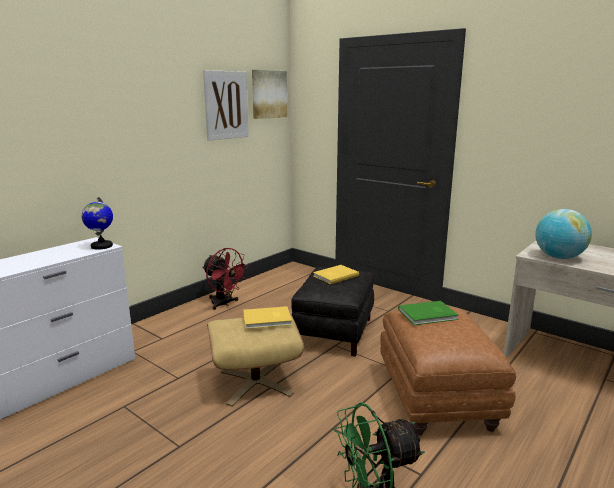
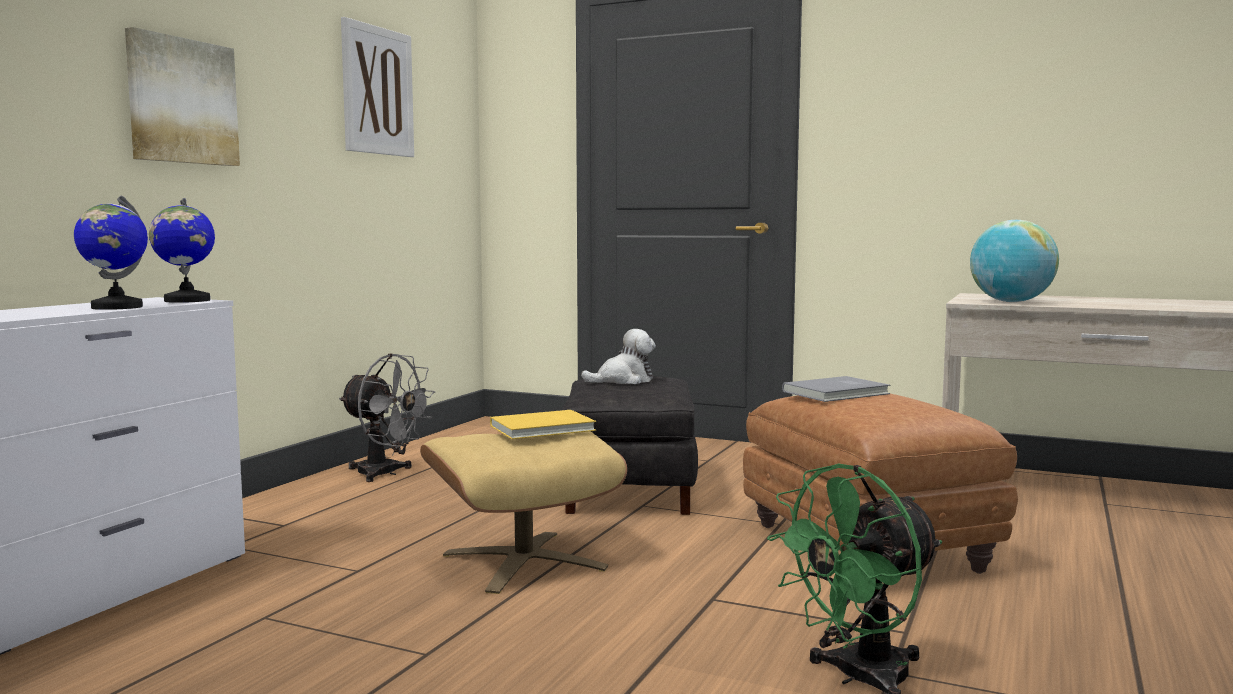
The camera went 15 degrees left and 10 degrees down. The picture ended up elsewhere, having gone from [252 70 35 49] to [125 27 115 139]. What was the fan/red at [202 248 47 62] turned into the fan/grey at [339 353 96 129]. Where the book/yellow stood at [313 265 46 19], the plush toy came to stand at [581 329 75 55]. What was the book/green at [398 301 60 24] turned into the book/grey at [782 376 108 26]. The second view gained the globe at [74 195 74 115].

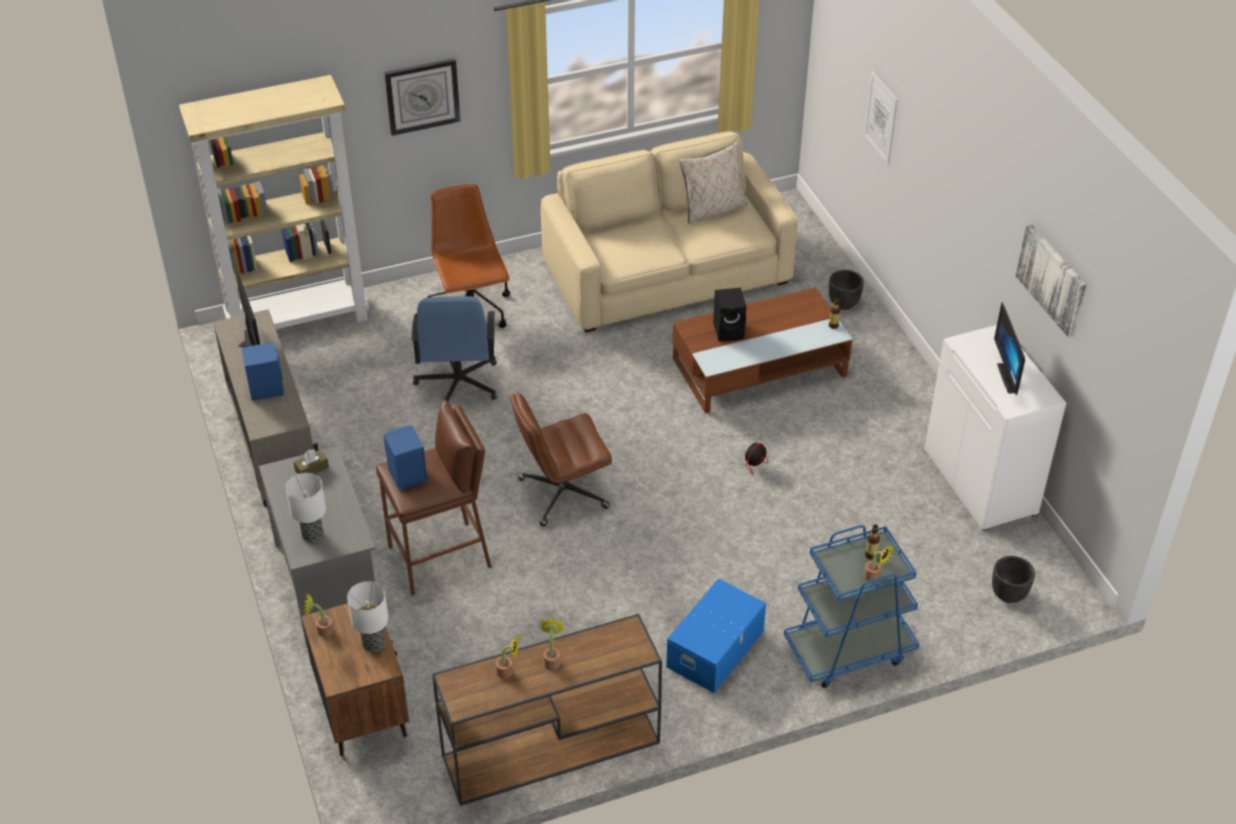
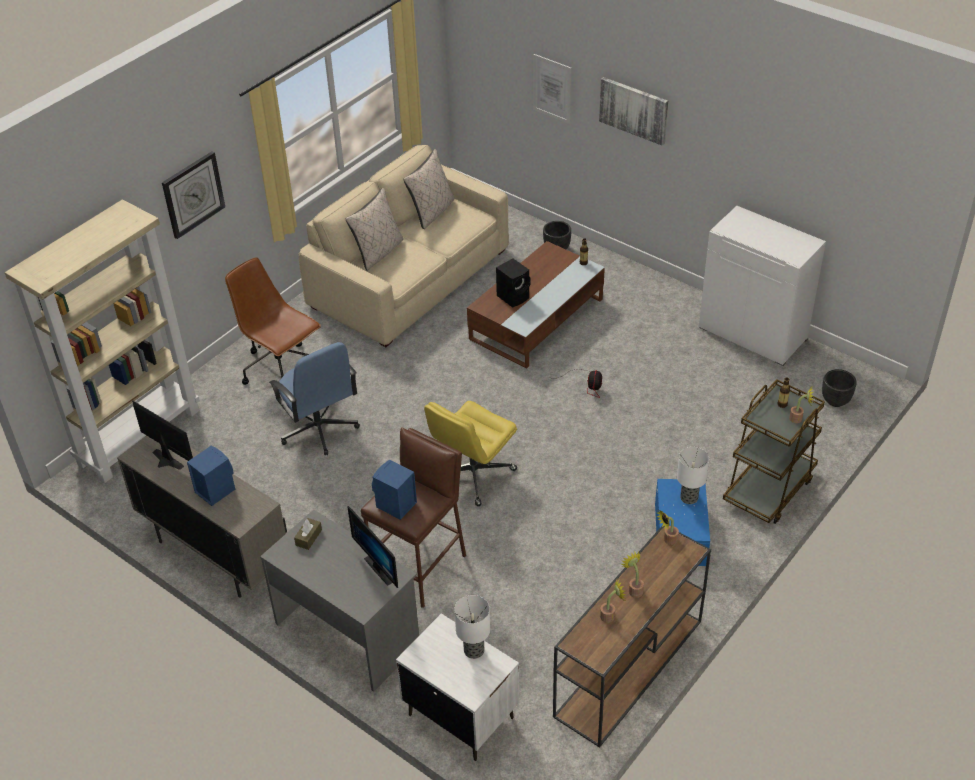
The camera went 30 degrees left and 0 degrees up. The picture ended up elsewhere, having gone from [1016 224 70 114] to [599 77 69 69]. The monitor ended up elsewhere, having gone from [994 302 31 93] to [347 506 51 82]. What was the office chair/brown at [510 393 102 133] turned into the office chair/yellow at [424 401 93 105]. The table lamp ended up elsewhere, having gone from [286 473 40 69] to [677 447 32 57]. What was the cart/blue at [784 525 135 163] turned into the cart/brown at [723 379 102 145]. The potted plant ended up elsewhere, having gone from [303 591 30 46] to [657 510 22 35]. What was the nightstand/brown at [301 603 108 153] turned into the nightstand/white at [396 613 124 148]. The second view gained the pillow/beige at [346 188 57 83].

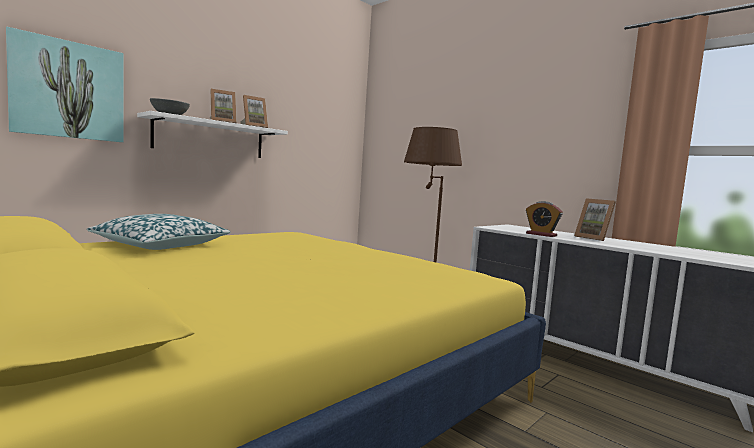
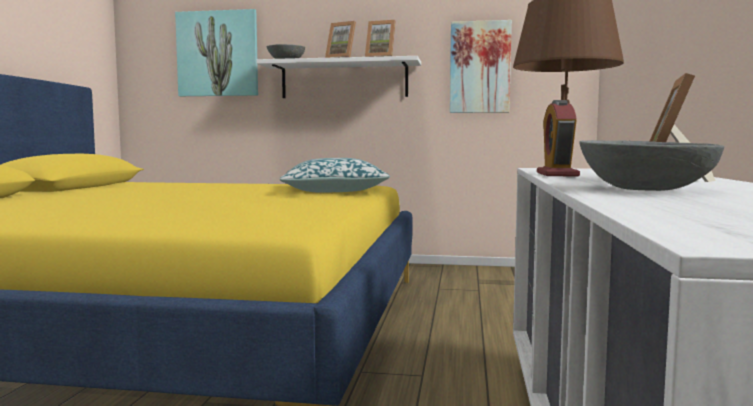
The camera went 55 degrees right and 0 degrees up. The pillow ended up elsewhere, having gone from [86 214 145 36] to [280 158 110 35]. The second view gained the picture at [450 20 62 93]. The second view gained the bowl/grey at [579 140 145 51].

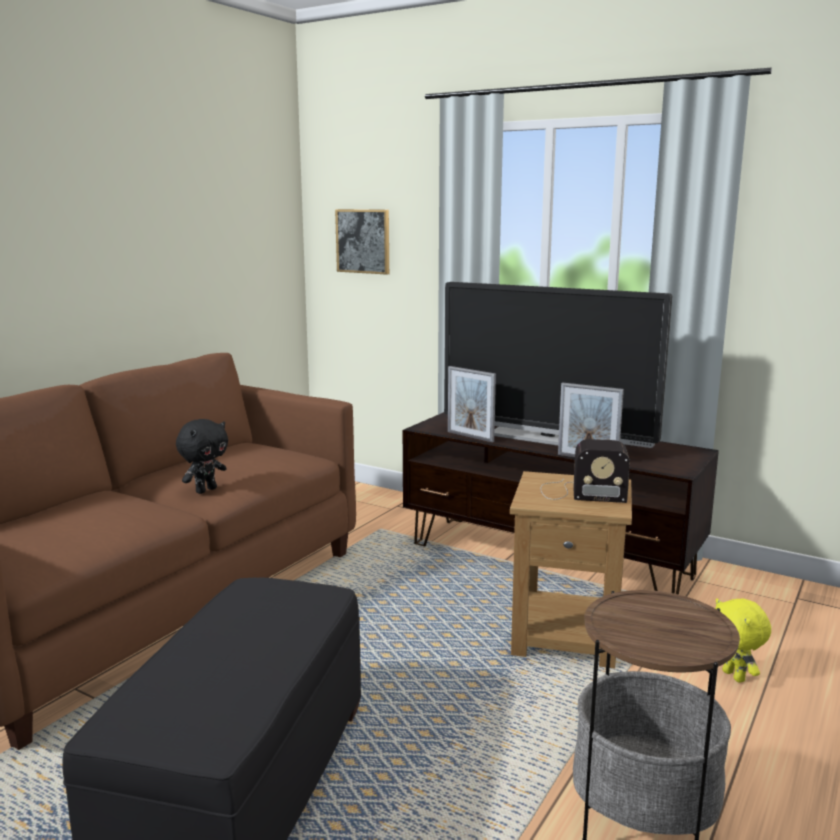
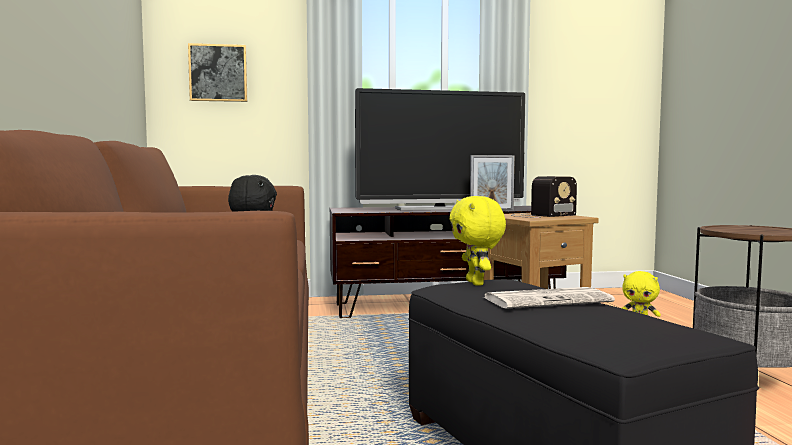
The camera went 40 degrees left and 10 degrees down. The second view lost the picture frame at [448 366 48 76]. The second view gained the plush toy/yellow at [449 196 57 90]. The second view gained the newspaper at [484 287 131 22].

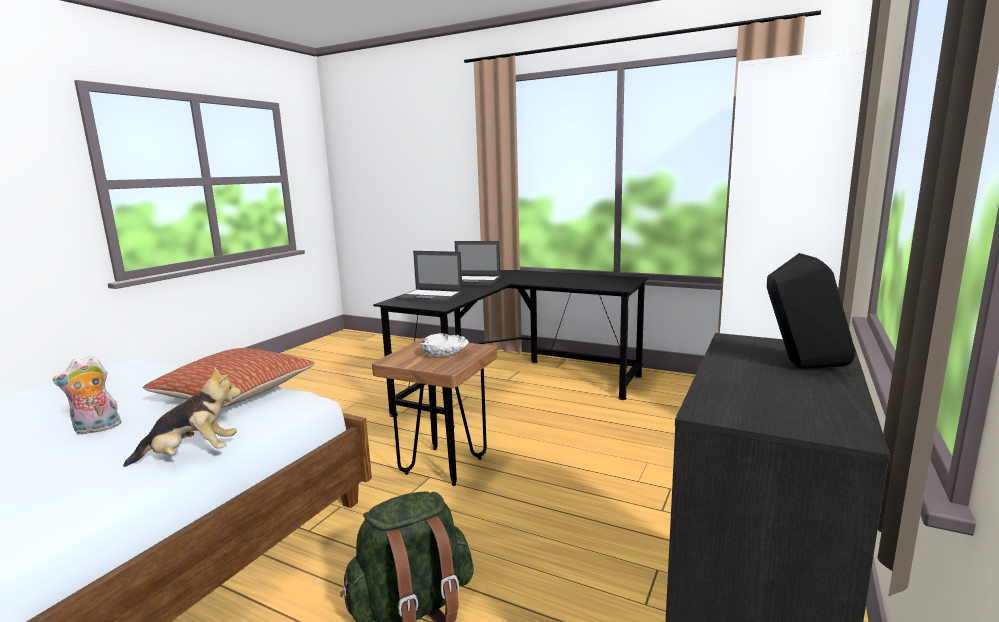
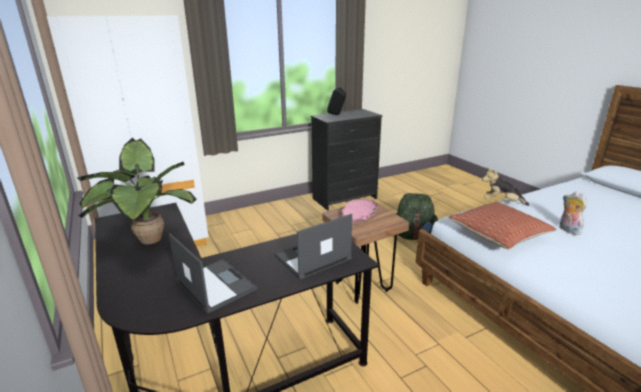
The camera went 145 degrees left and 10 degrees up. The laptop at [396 251 67 52] ended up facing another way, 90 degrees counterclockwise from before. What was the bowl/white at [420 333 49 24] turned into the bowl/pink at [342 199 35 24]. The plush toy at [53 356 68 79] ended up facing another way, 120 degrees counterclockwise from before. The second view gained the potted plant at [77 138 120 106].

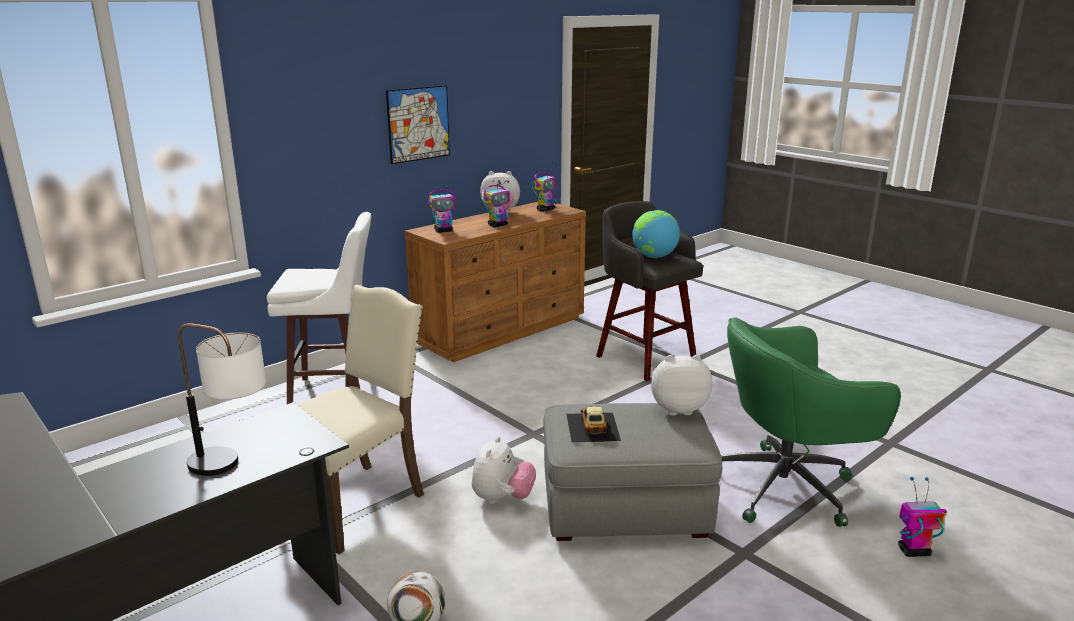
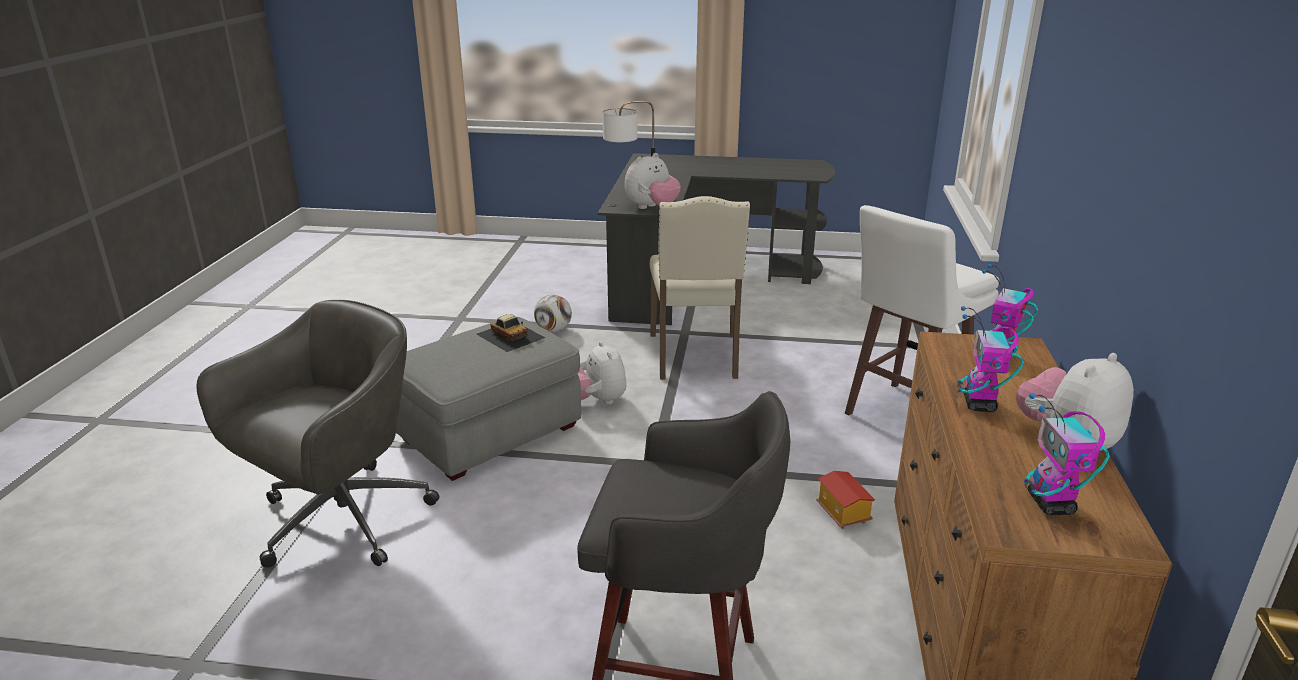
The camera went 140 degrees right and 5 degrees up. The second view lost the picture at [386 85 64 79]. The second view lost the globe at [632 210 48 48]. What was the office chair/green at [721 317 180 210] turned into the office chair/grey at [197 300 242 268]. The plush toy ended up elsewhere, having gone from [651 355 61 61] to [625 153 56 56]. The second view lost the toy robot at [898 477 49 80]. The second view gained the toy house at [816 471 59 58].

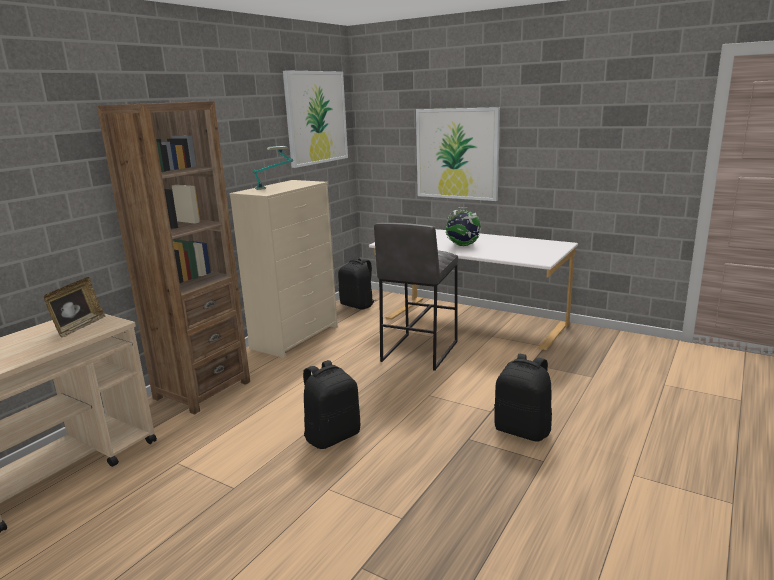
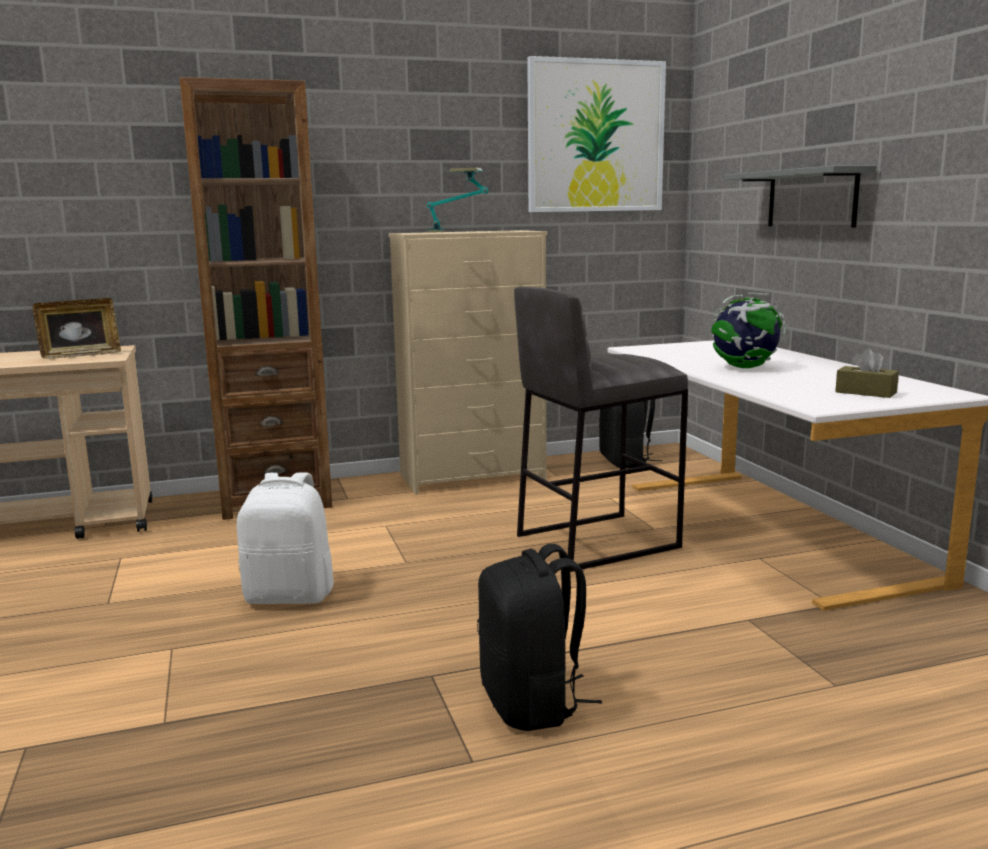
The camera went 40 degrees right and 5 degrees down. Where the picture hung at [416 107 84 94], the shelf/grey came to hang at [724 165 153 62]. What was the backpack/black at [303 360 57 89] turned into the backpack/white at [237 473 97 131]. The second view gained the tissue box/brown at [835 349 64 49].

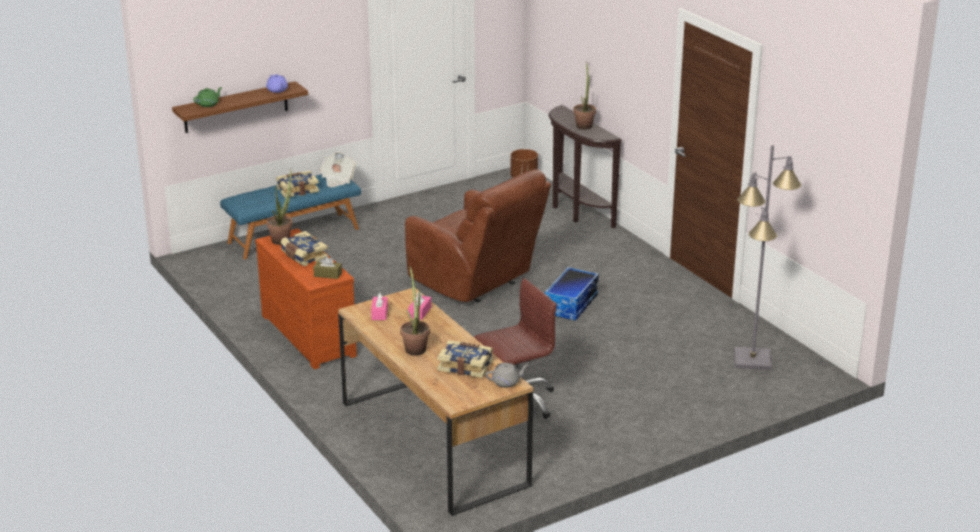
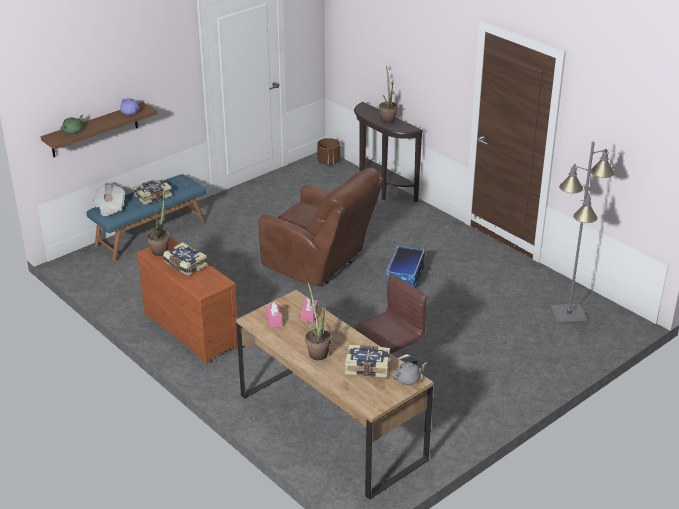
The camera went 10 degrees left and 5 degrees up. The newspaper ended up elsewhere, having gone from [320 152 36 35] to [93 183 32 33]. The second view lost the tissue box/brown at [313 256 29 23].

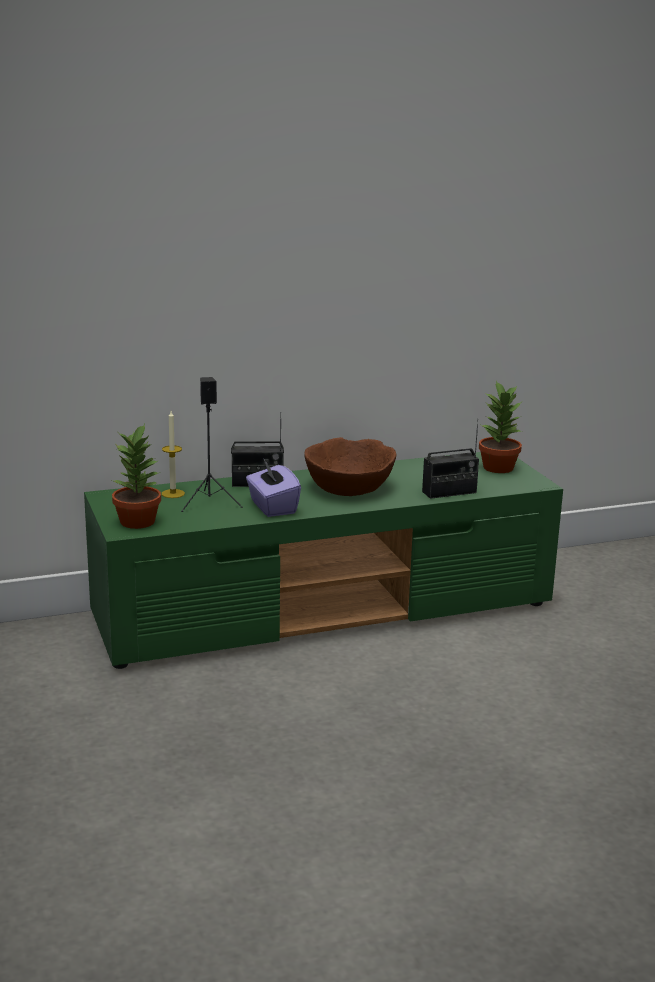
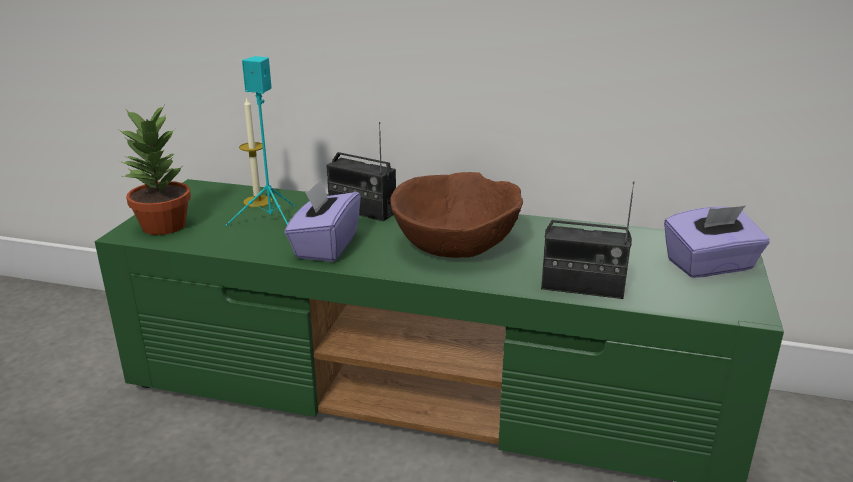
The camera went 35 degrees right and 5 degrees up. What was the speaker/black at [181 377 62 135] turned into the speaker/turquoise at [226 56 69 170]. Where the potted plant stood at [479 381 44 92], the tissue box/purple came to stand at [664 206 106 72].

